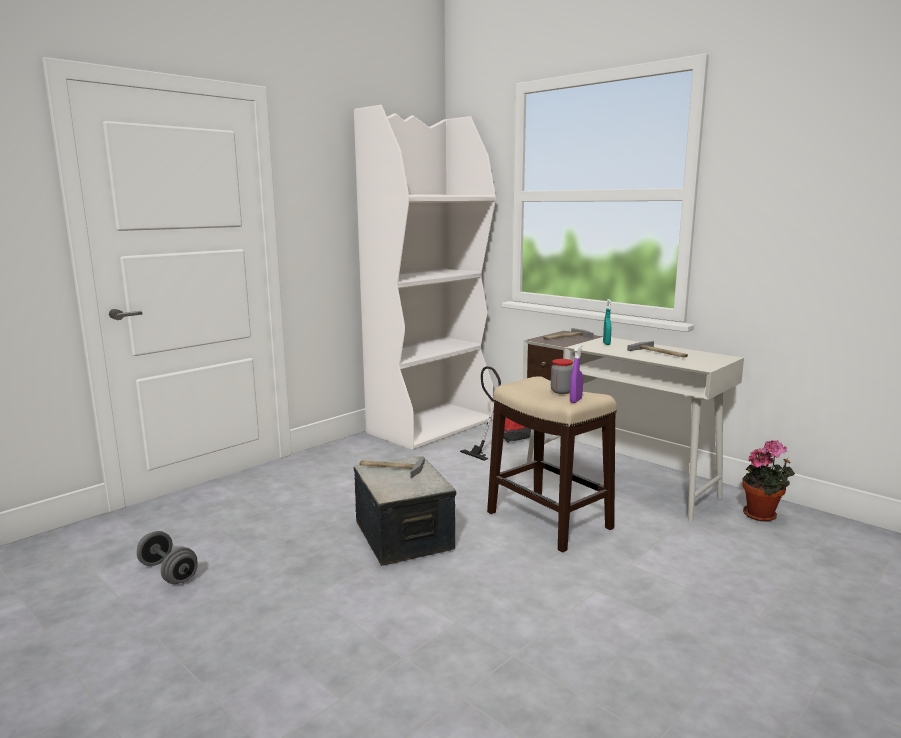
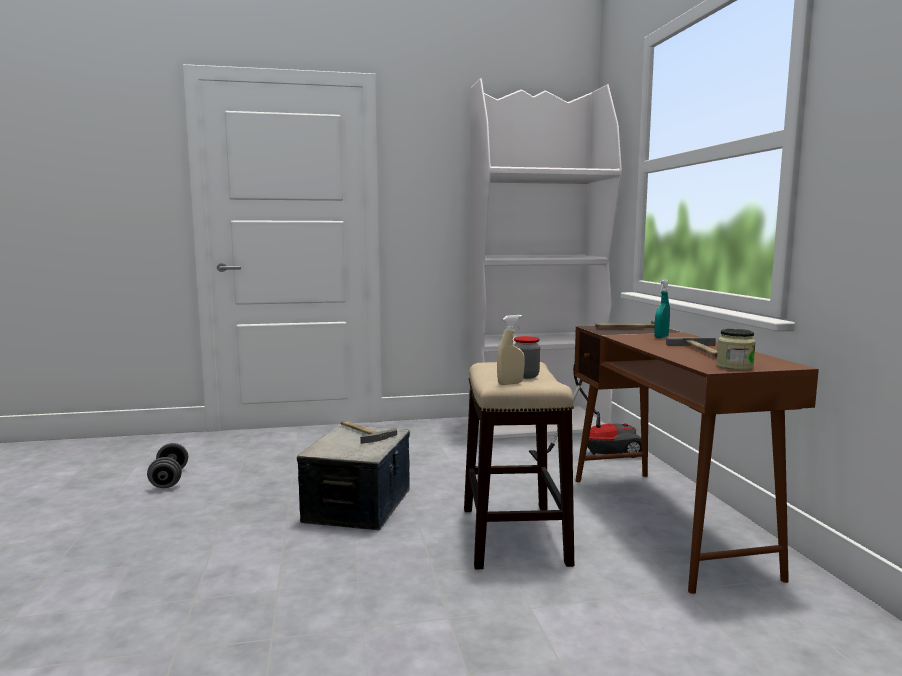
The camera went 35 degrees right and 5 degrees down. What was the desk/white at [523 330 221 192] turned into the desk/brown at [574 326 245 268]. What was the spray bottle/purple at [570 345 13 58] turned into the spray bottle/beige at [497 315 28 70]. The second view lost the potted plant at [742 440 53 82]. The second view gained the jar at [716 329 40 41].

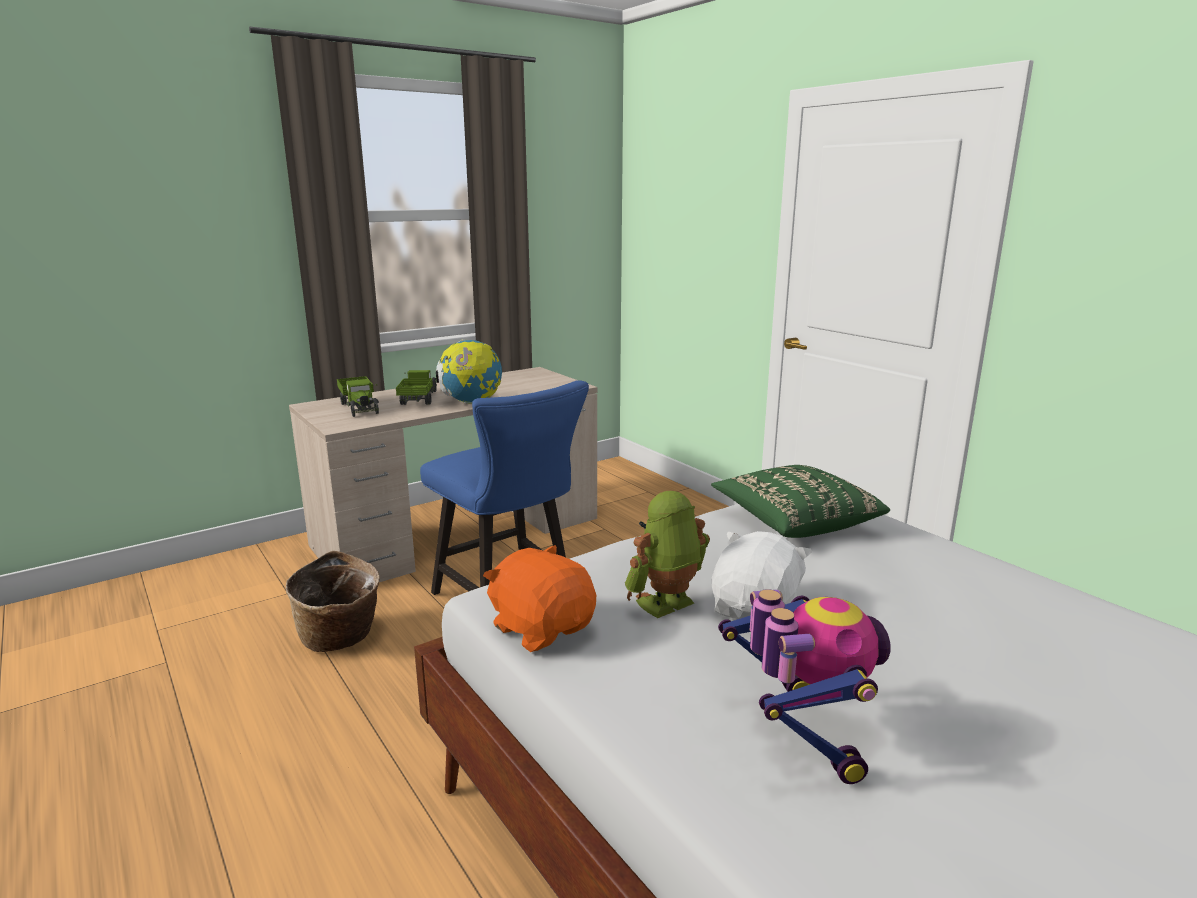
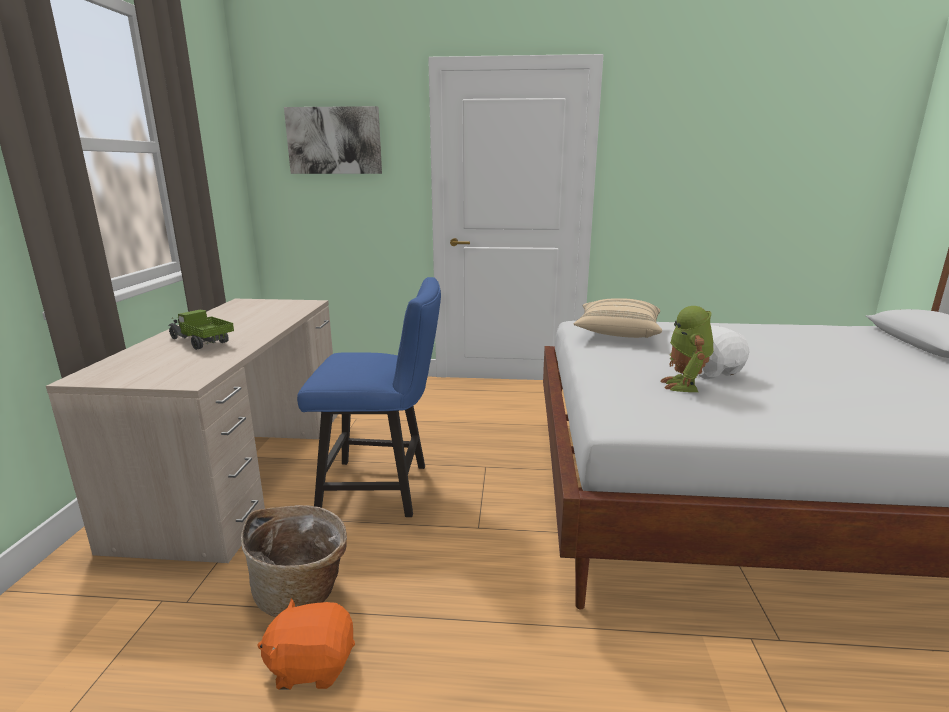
The camera went 50 degrees left and 0 degrees up. The second view lost the globe at [436 339 66 65]. The second view lost the toy truck at [337 376 42 41]. What was the pillow/green at [711 465 179 73] turned into the pillow/beige at [574 298 88 40]. The plush toy/orange ended up elsewhere, having gone from [483 545 113 107] to [257 598 98 92]. The second view lost the toy robot at [718 589 173 195]. The second view gained the picture at [284 106 98 68].

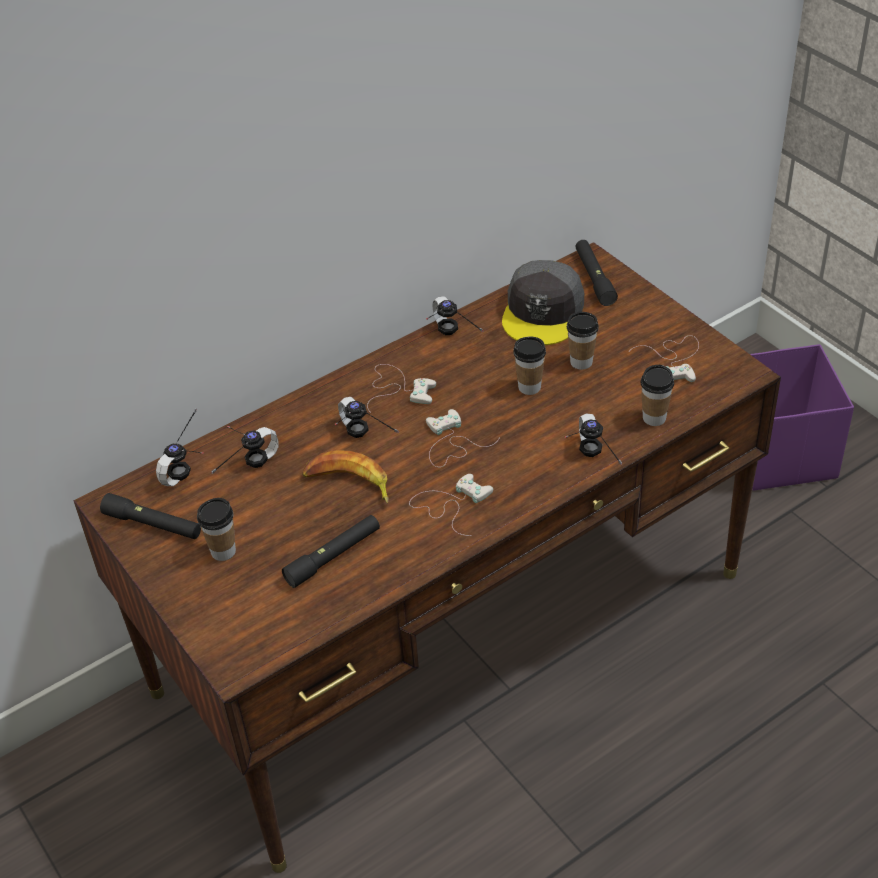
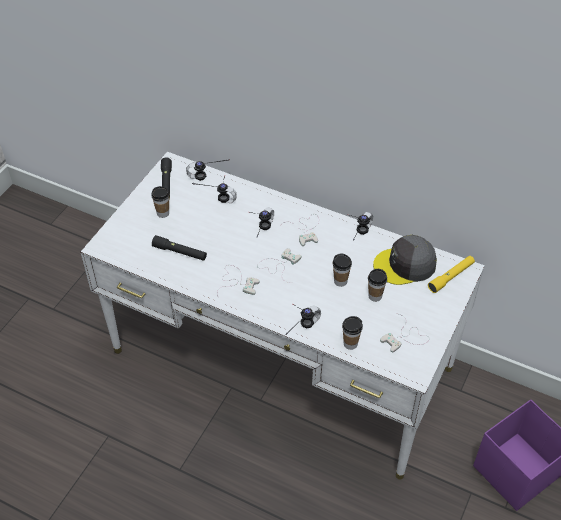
The camera went 60 degrees right and 5 degrees up. What was the flashlight/black at [575 240 43 66] turned into the flashlight/yellow at [428 256 47 37]. What was the desk/brown at [74 242 707 631] turned into the desk/white at [81 152 404 328]. The second view lost the banana at [302 450 86 54].

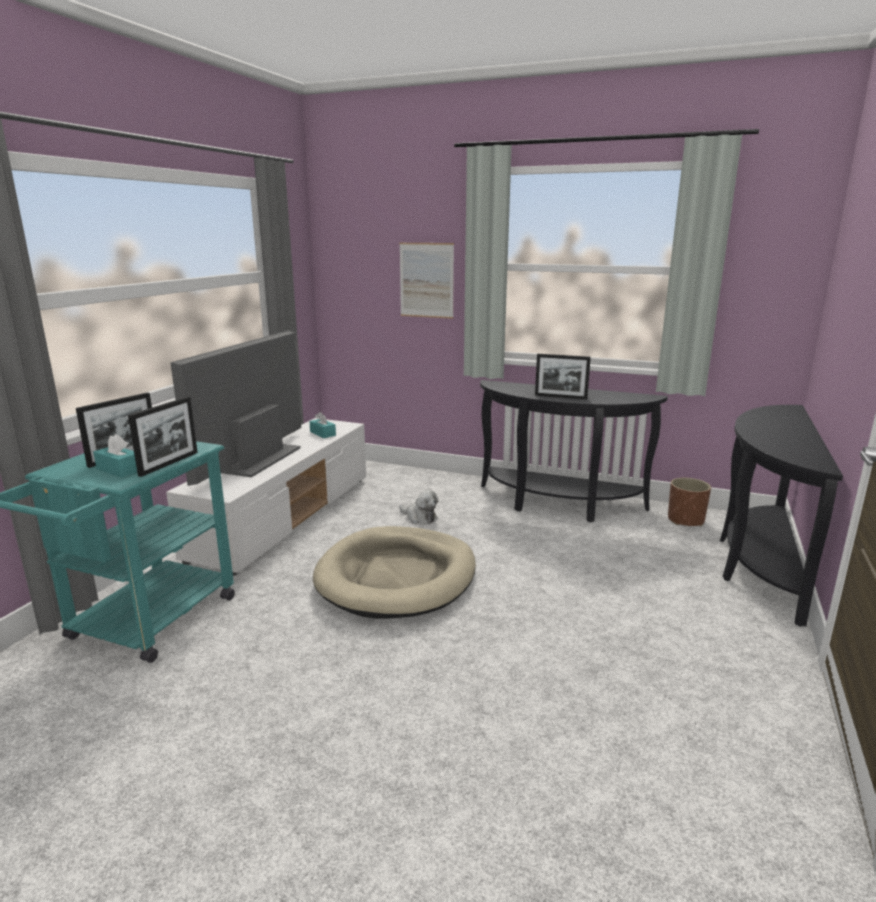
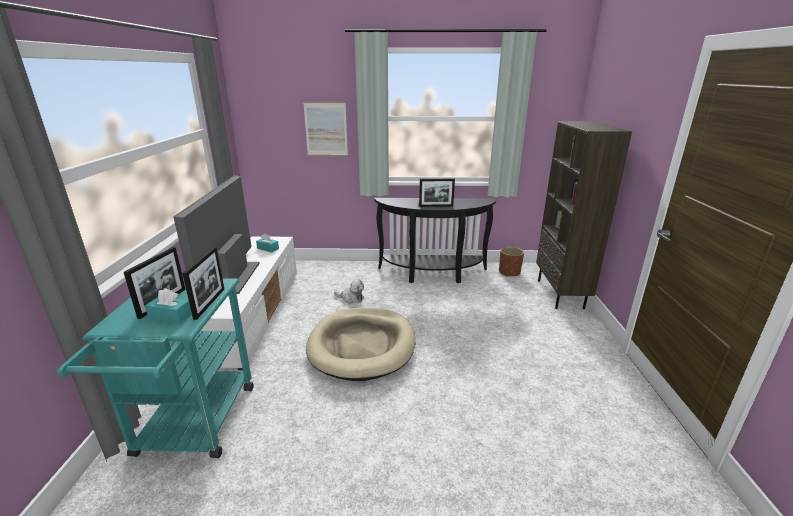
The camera went 20 degrees left and 5 degrees up. Where the console table/black stood at [720 405 123 222], the bookcase/brown came to stand at [536 121 96 188].

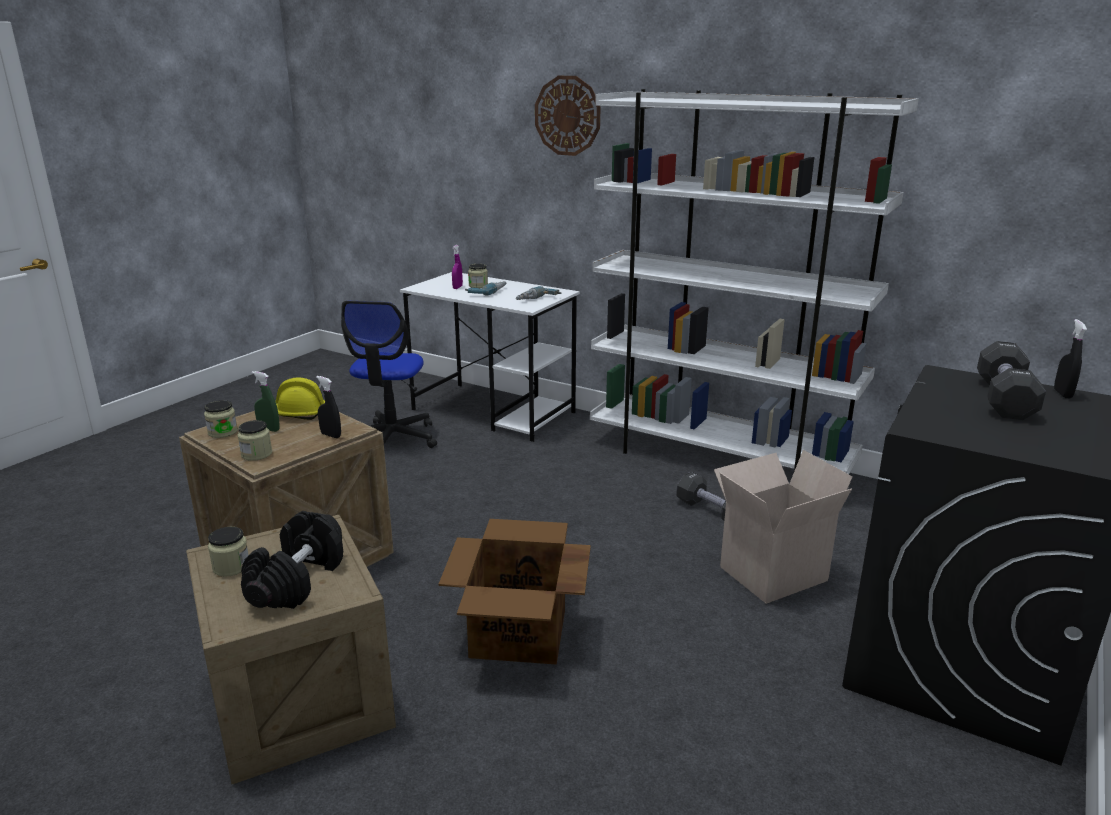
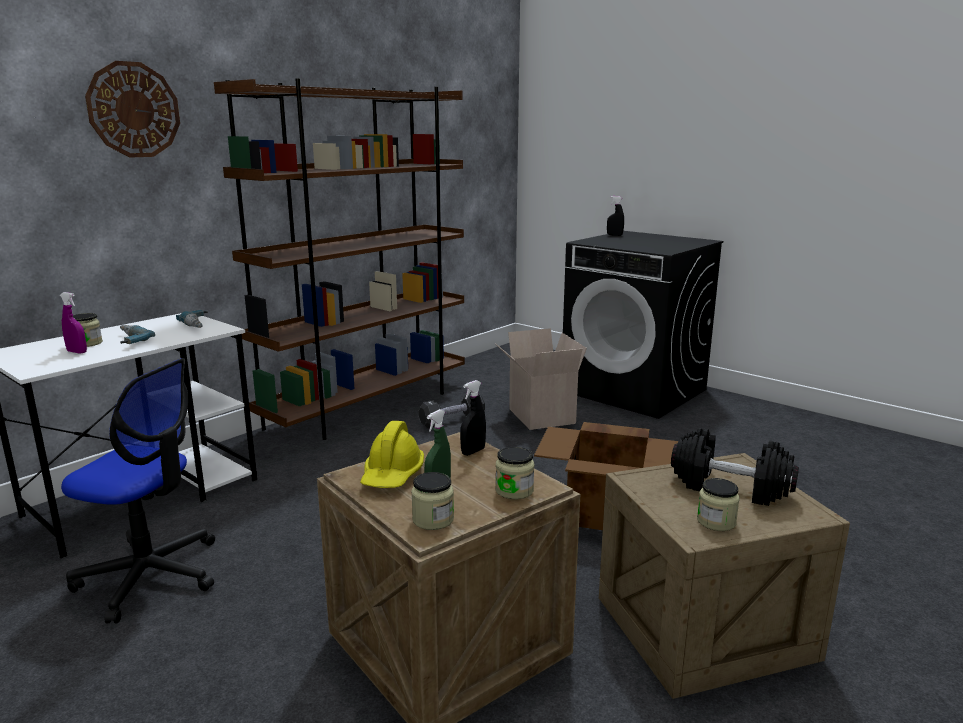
The camera went 80 degrees left and 5 degrees down. What was the bookcase/white at [590 89 329 385] turned into the bookcase/brown at [214 78 251 362]. The second view lost the dumbbell/black at [977 341 69 79].

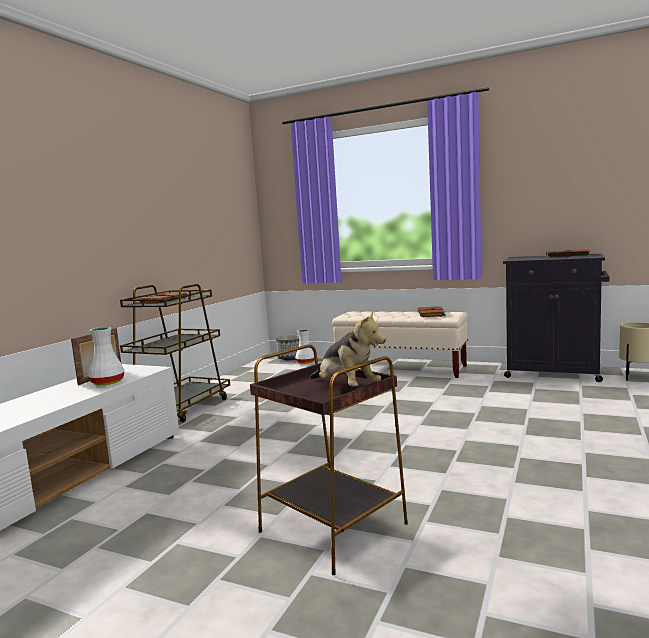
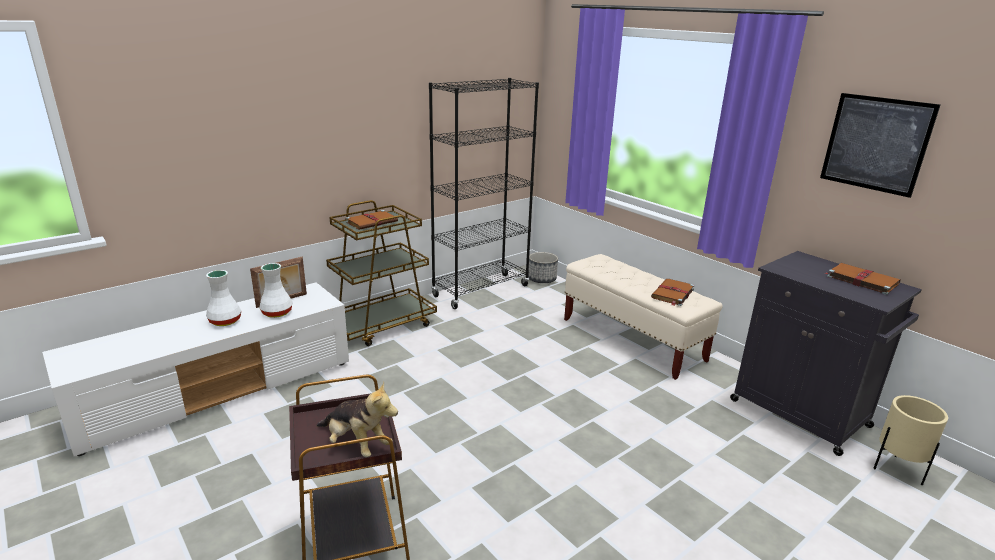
The camera went 25 degrees right and 15 degrees up. The plush toy at [310 310 76 76] ended up facing another way, 45 degrees counterclockwise from before. The vase/white ended up elsewhere, having gone from [295 329 20 35] to [206 270 35 56]. The second view gained the bookcase/black at [429 78 110 231]. The second view gained the picture at [820 93 120 105].

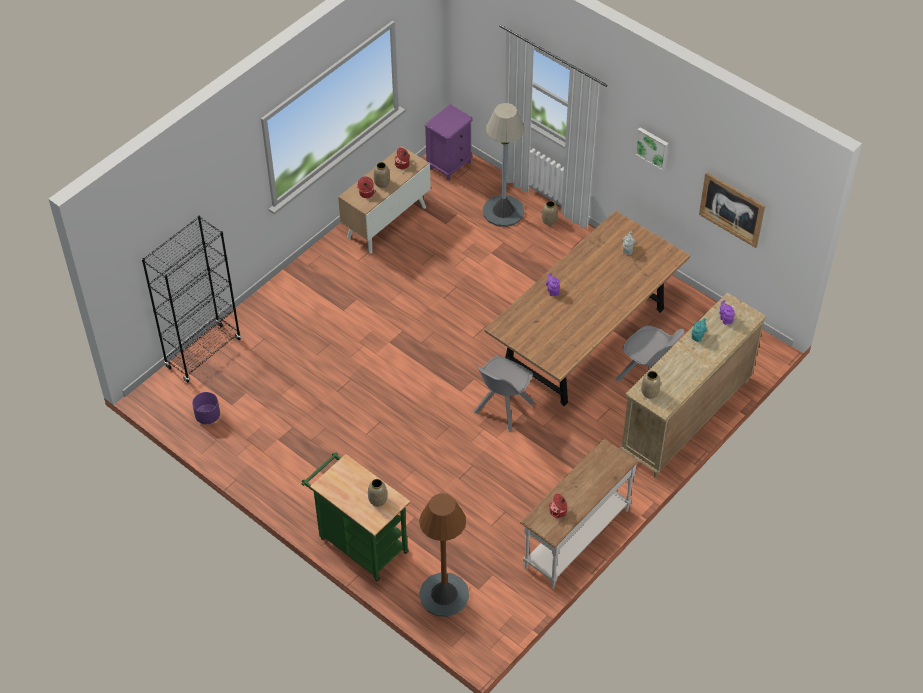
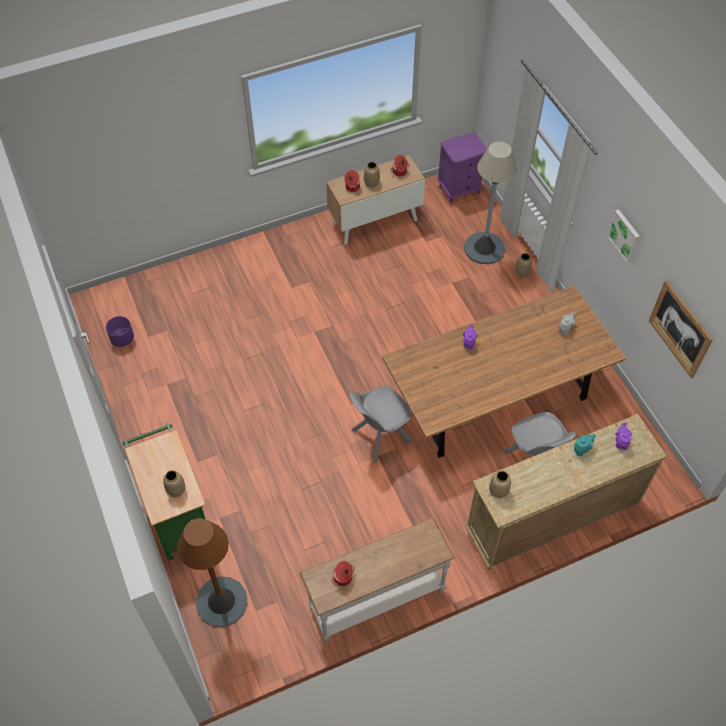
The camera went 25 degrees right and 5 degrees up. The second view lost the bookcase/black at [142 216 99 167].

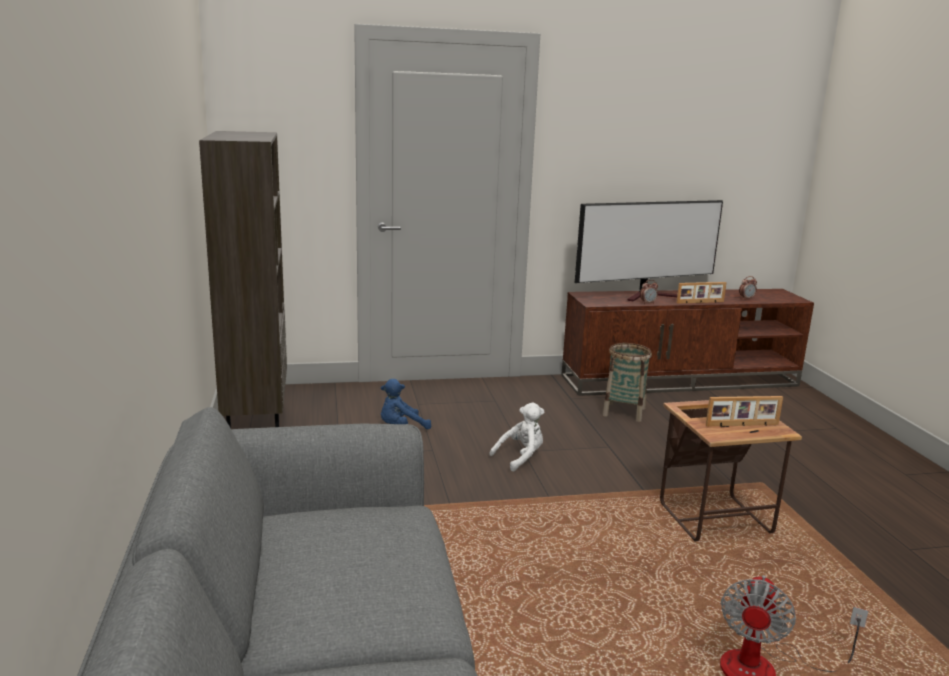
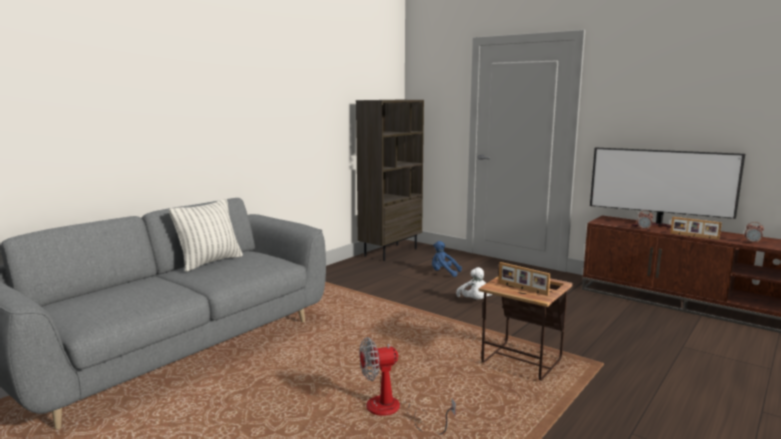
The camera went 50 degrees right and 5 degrees down. The second view lost the basket at [603 343 49 79]. The plush toy/white at [489 403 55 69] ended up facing another way, 60 degrees clockwise from before. The second view gained the pillow at [169 199 74 73].

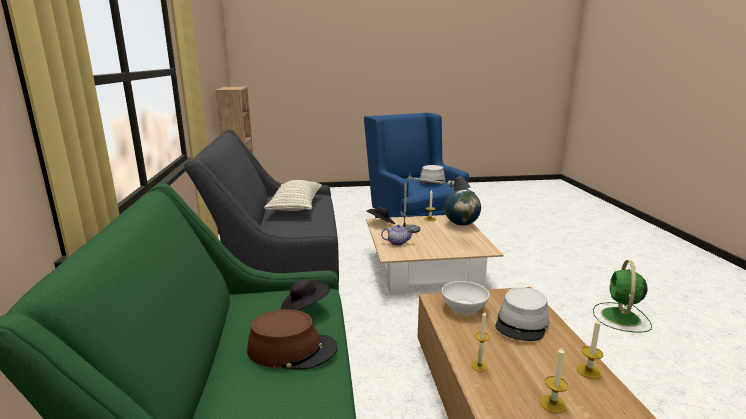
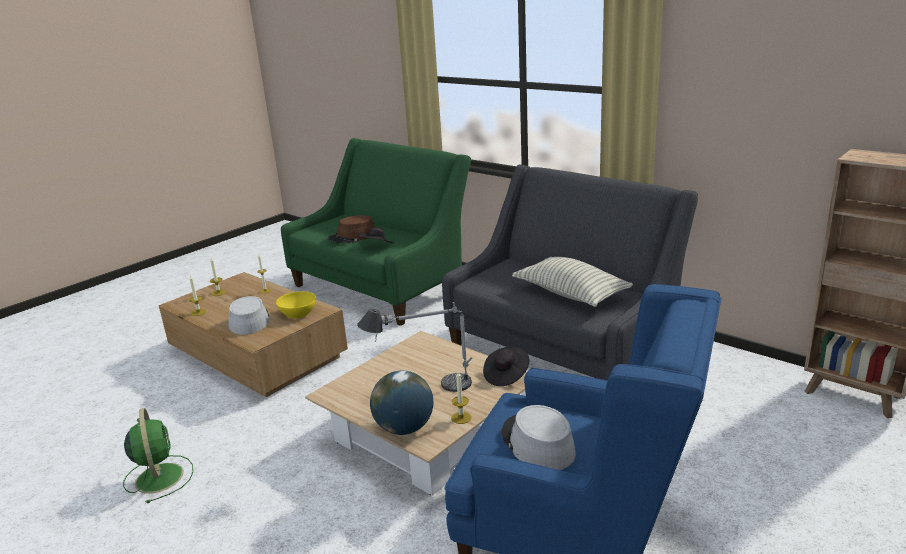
The camera went 140 degrees right and 5 degrees up. The second view lost the teapot at [381 224 34 22]. What was the bowl/white at [442 281 47 34] turned into the bowl/yellow at [276 291 40 27].

